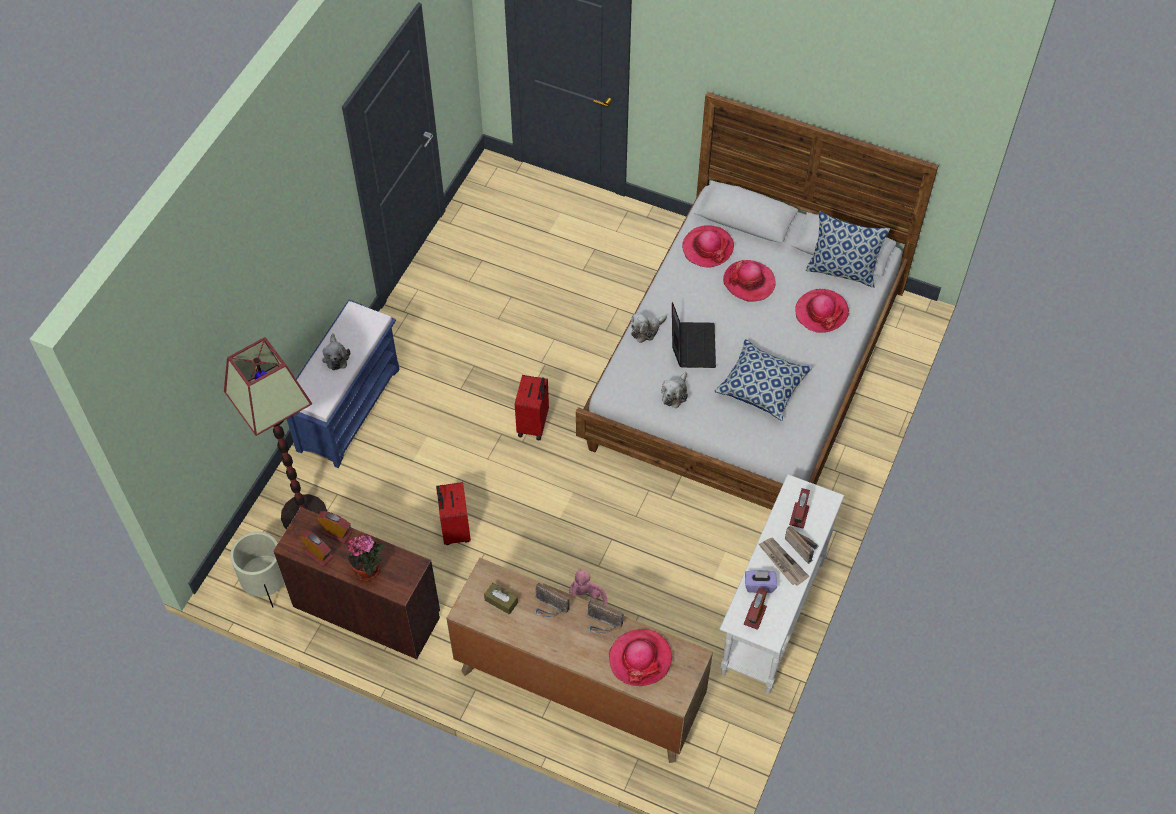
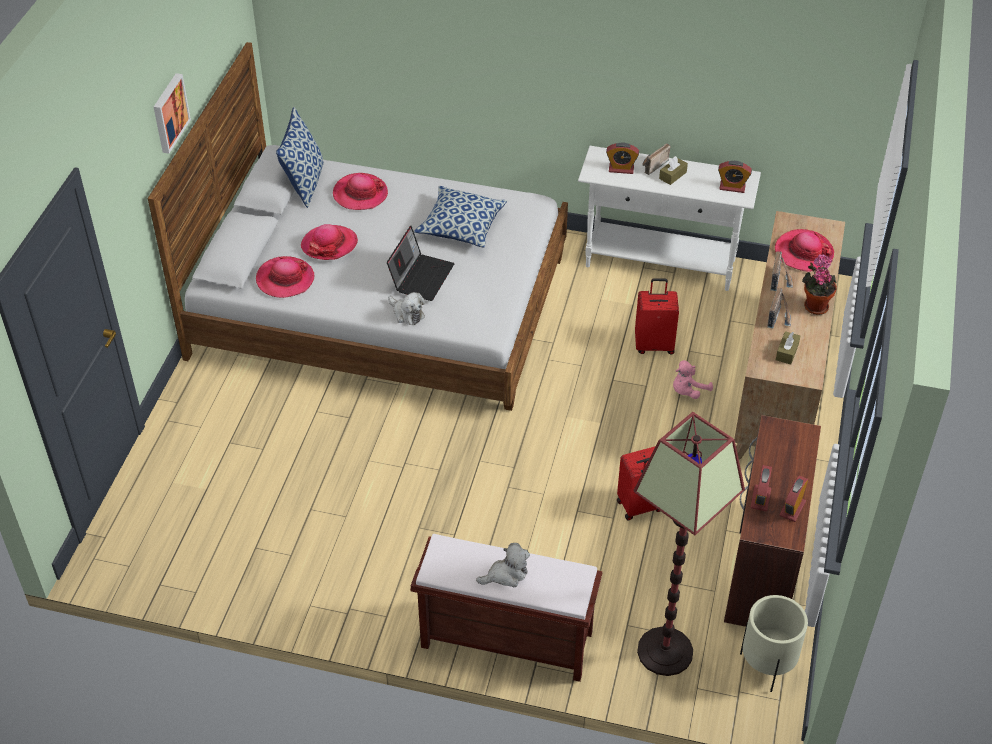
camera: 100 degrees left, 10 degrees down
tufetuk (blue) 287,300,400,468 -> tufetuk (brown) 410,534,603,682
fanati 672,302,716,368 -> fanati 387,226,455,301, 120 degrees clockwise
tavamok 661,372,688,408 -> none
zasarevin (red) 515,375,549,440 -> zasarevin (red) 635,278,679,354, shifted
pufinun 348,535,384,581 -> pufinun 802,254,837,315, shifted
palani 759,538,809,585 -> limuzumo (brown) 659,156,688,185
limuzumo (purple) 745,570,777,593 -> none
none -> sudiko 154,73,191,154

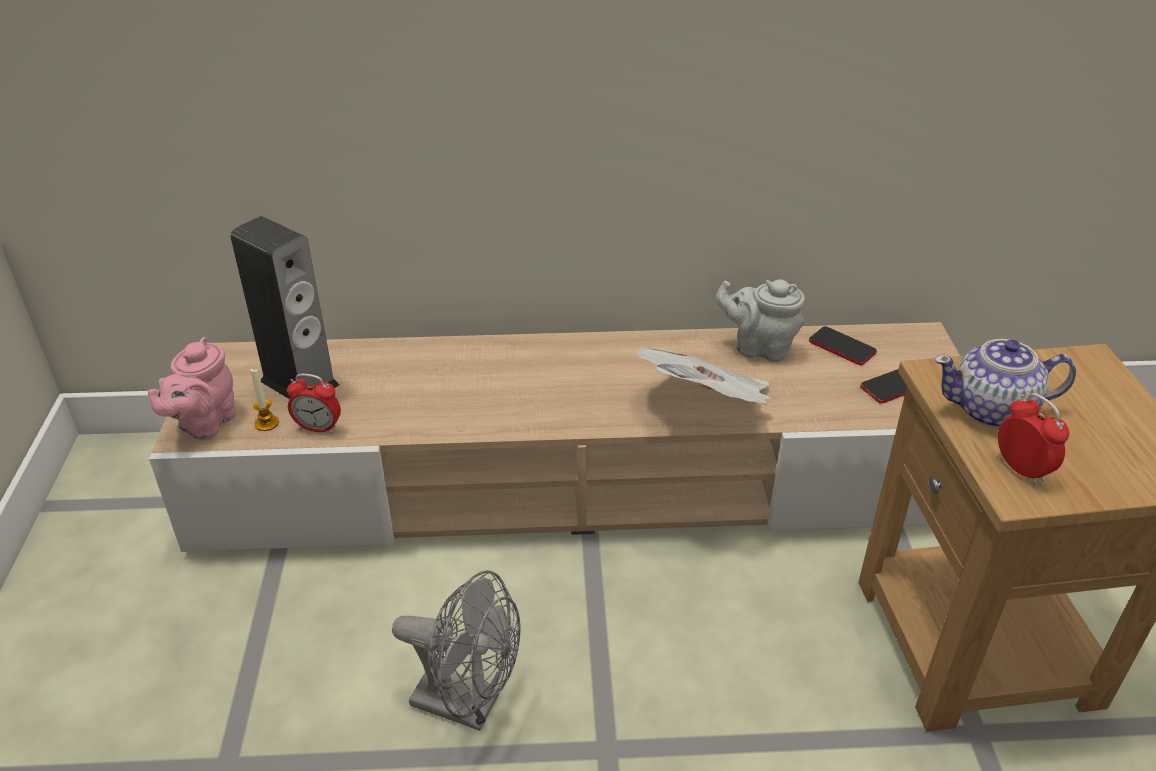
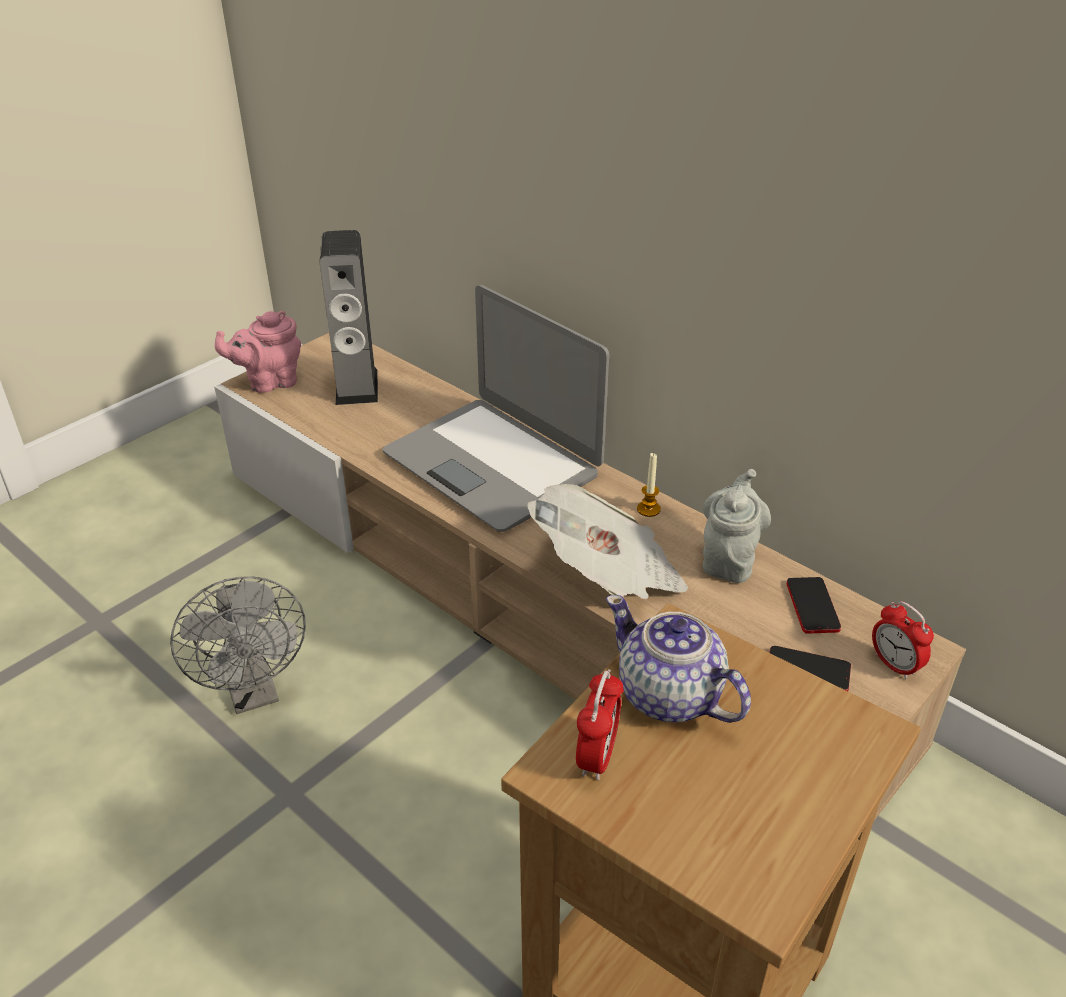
camera: 45 degrees right, 0 degrees up
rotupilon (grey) 716,280,805,362 -> rotupilon (grey) 703,469,771,583, 45 degrees clockwise
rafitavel 250,368,279,431 -> rafitavel 637,453,661,517, shifted
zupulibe 287,373,341,433 -> zupulibe 872,601,934,679, shifted
none -> fanati 383,285,609,532

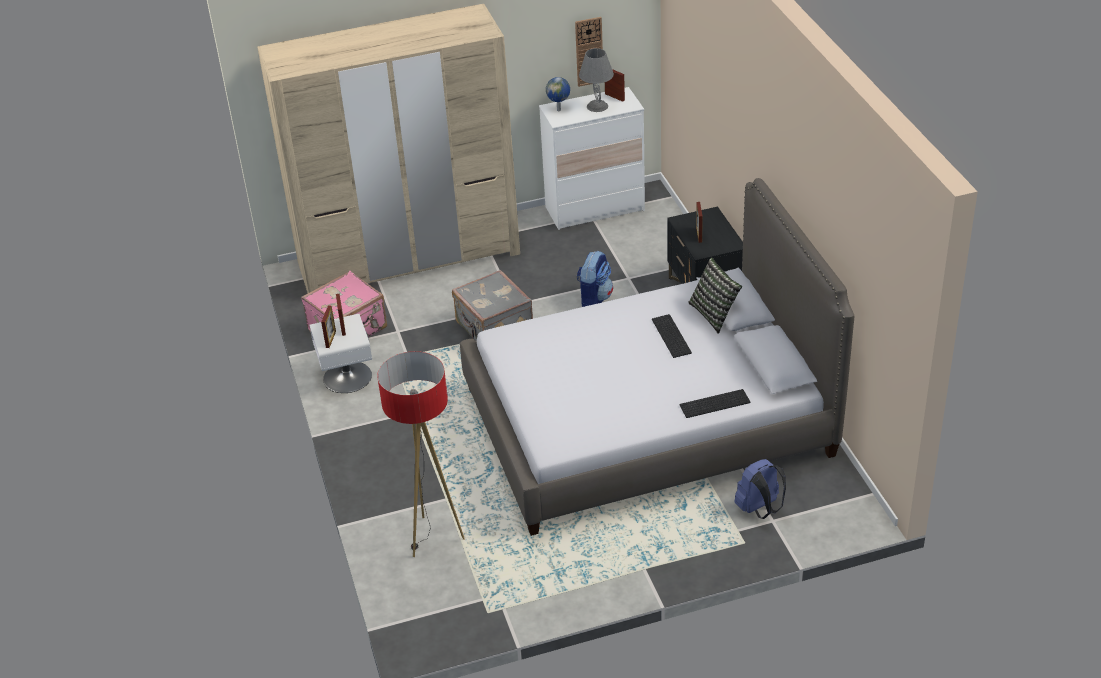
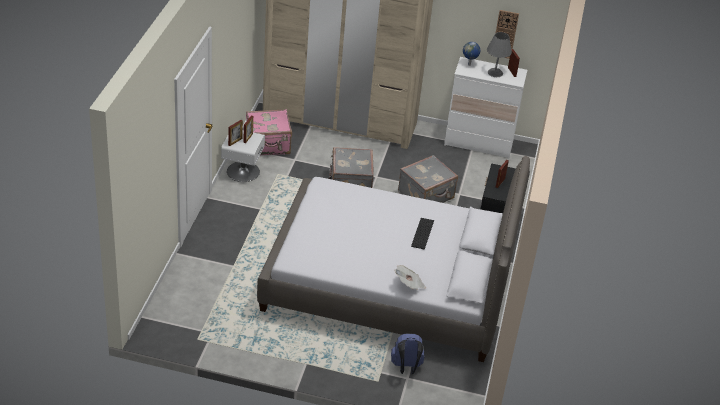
camera: 25 degrees right, 0 degrees up
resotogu 577,251,613,307 -> zasarevin (grey) 398,155,458,203
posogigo 688,258,742,334 -> none
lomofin 377,351,465,557 -> none
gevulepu 680,389,750,418 -> palani 394,265,426,290

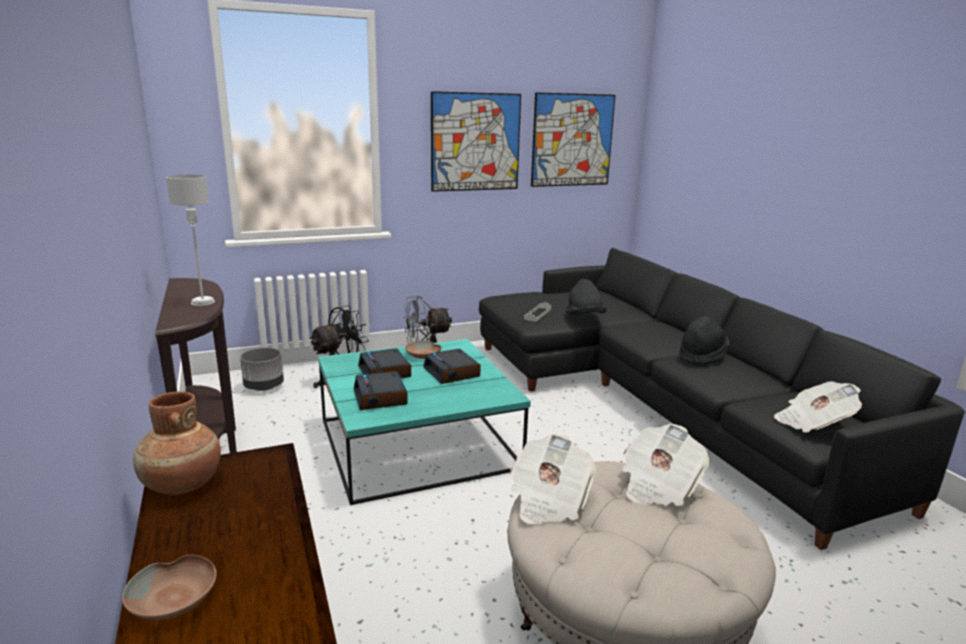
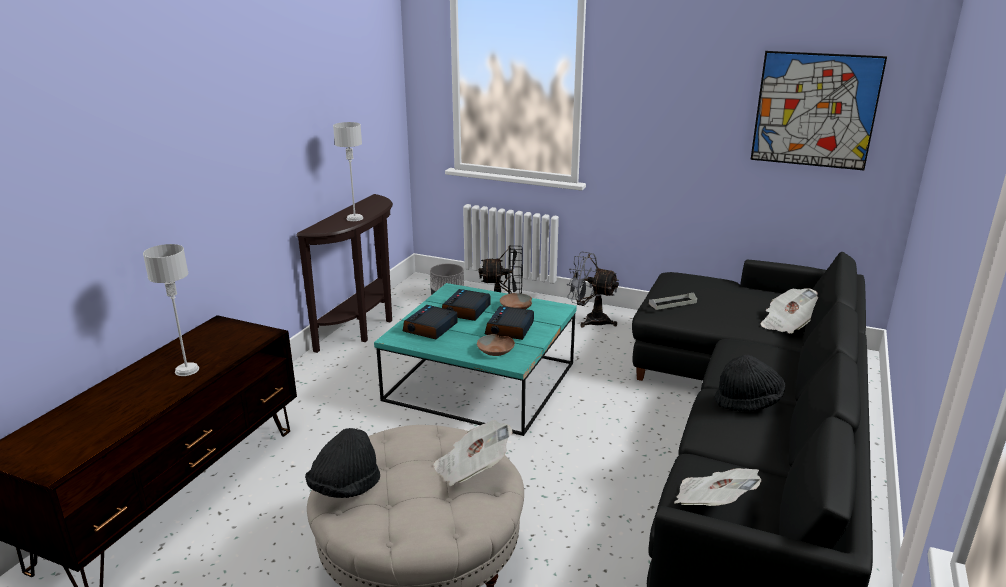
camera: 45 degrees right, 5 degrees up
sudiko 431,91,521,192 -> none
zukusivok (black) 566,279,607,315 -> zukusivok (black) 305,428,380,498, shifted
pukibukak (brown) 133,391,221,495 -> none
palani 510,434,597,524 -> palani 761,288,818,333, shifted
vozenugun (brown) 122,555,217,620 -> vozenugun (brown) 477,334,515,356, shifted
none -> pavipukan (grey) 143,244,199,376

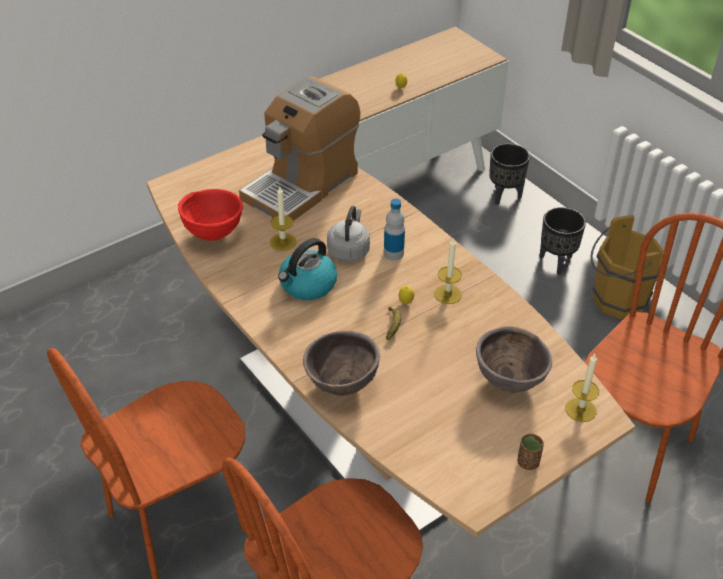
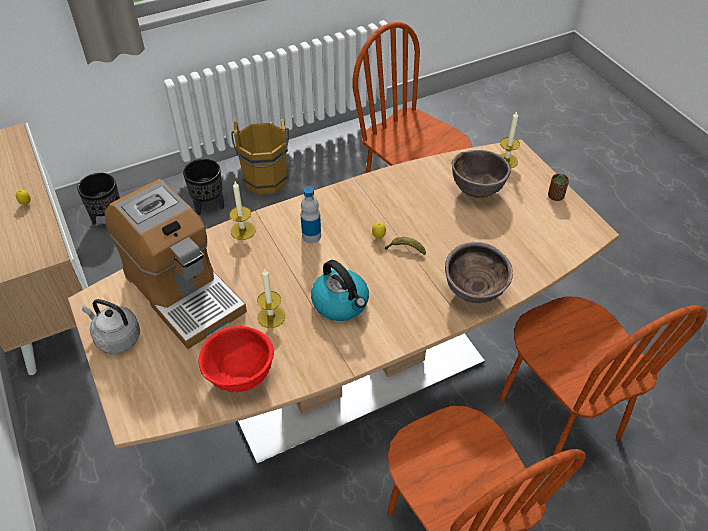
camera: 80 degrees left, 5 degrees up
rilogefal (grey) 327,206,370,262 -> rilogefal (grey) 82,299,140,354, shifted
rafitavel 434,239,462,304 -> rafitavel 229,182,256,240, shifted

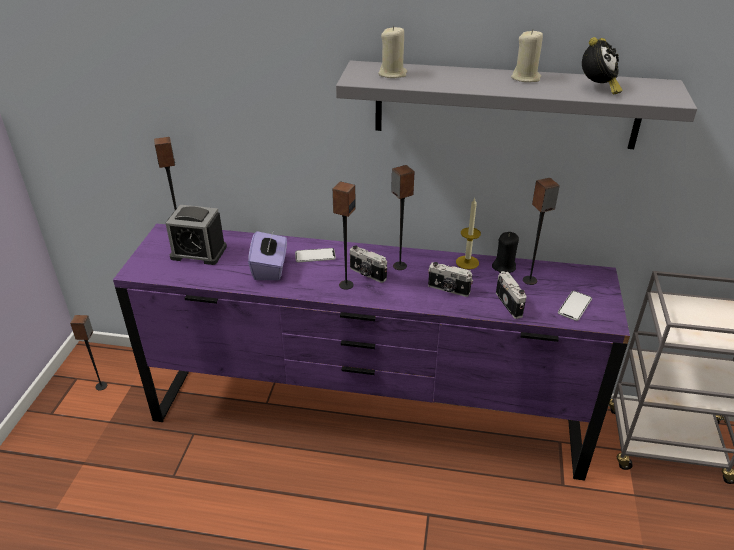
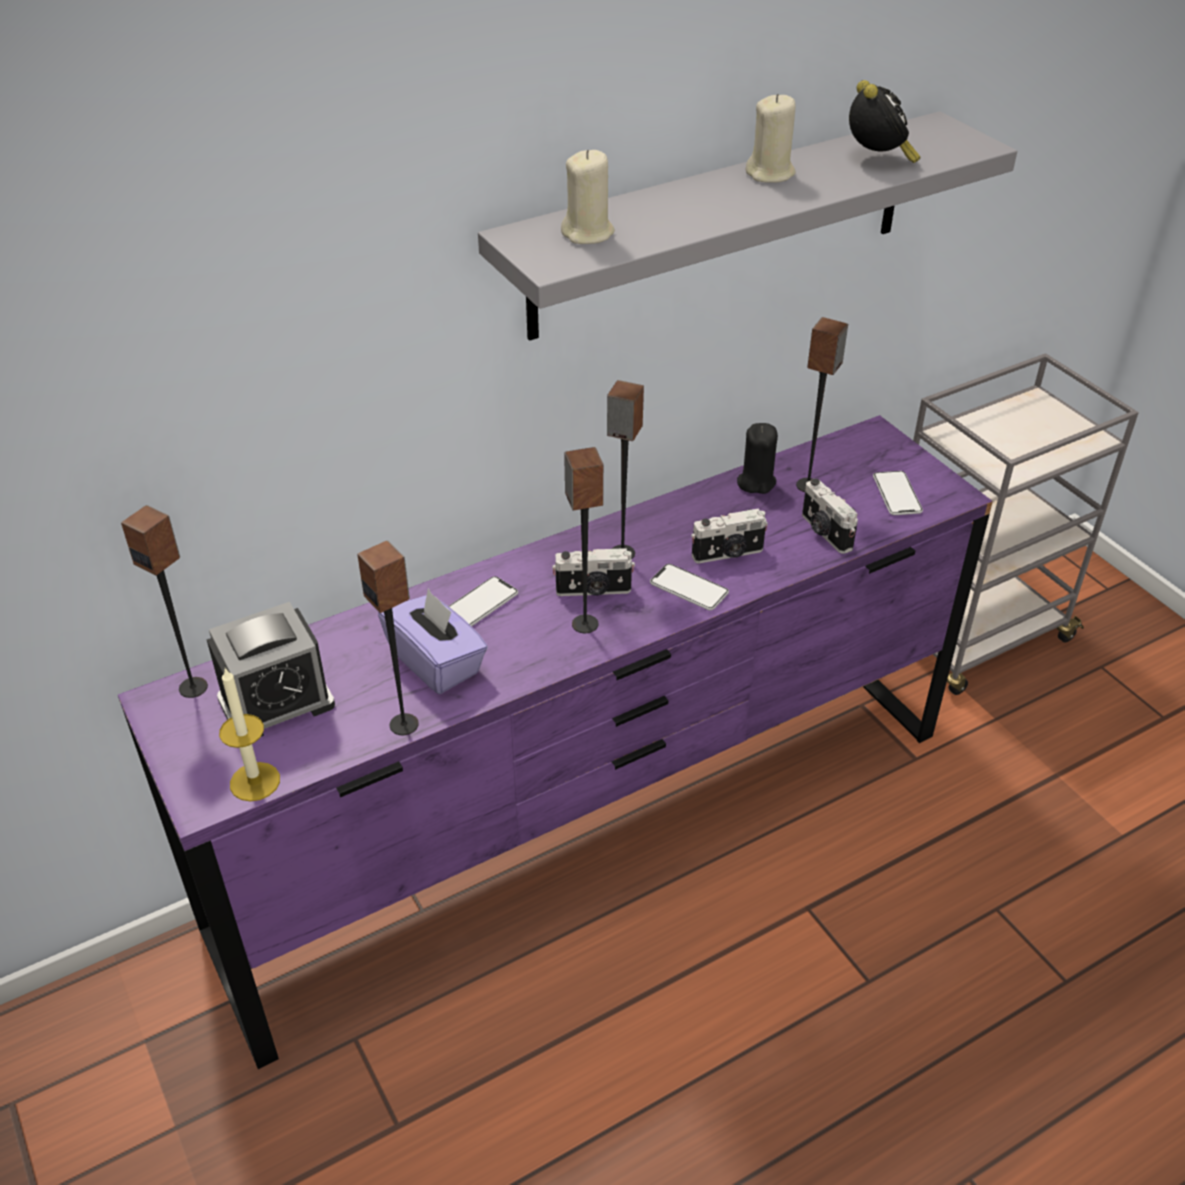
camera: 40 degrees left, 5 degrees up
rafitavel 456,197,481,269 -> rafitavel 219,668,280,802, shifted
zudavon 496,271,527,319 -> zudavon 802,479,858,554, 150 degrees counterclockwise
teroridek 70,315,107,390 -> teroridek 357,541,419,735, shifted
none -> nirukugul 650,564,729,610

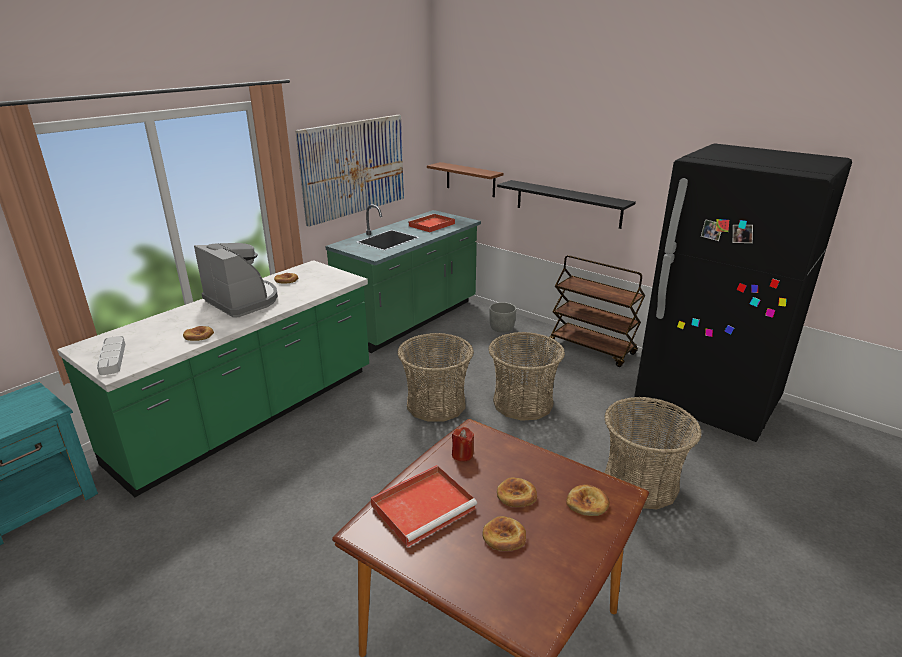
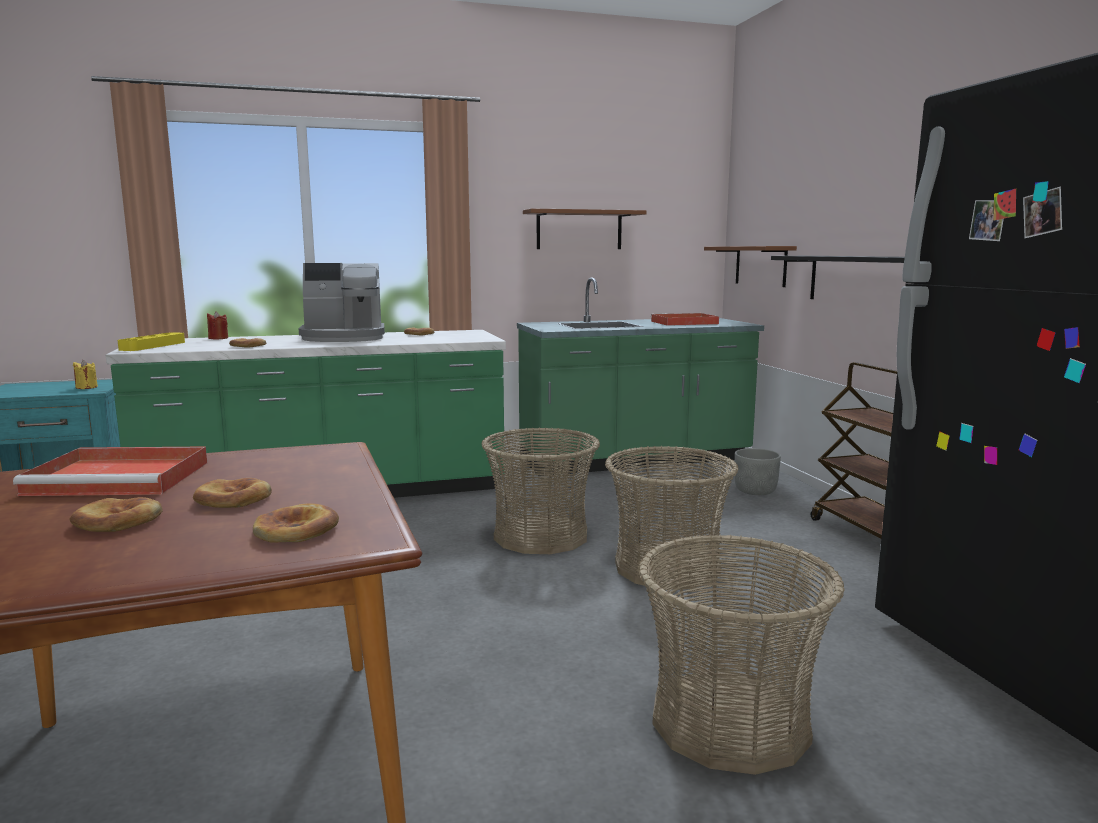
camera: 35 degrees right, 15 degrees down
sudiko 295,115,404,227 -> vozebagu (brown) 523,209,647,249
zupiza 194,243,278,317 -> zupiza 299,263,385,342, 90 degrees clockwise
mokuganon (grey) 97,336,125,375 -> mokuganon (yellow) 117,332,185,351
rafitavel (red) 452,427,474,461 -> rafitavel (red) 207,311,228,339, shifted
none -> rafitavel (yellow) 73,360,98,389

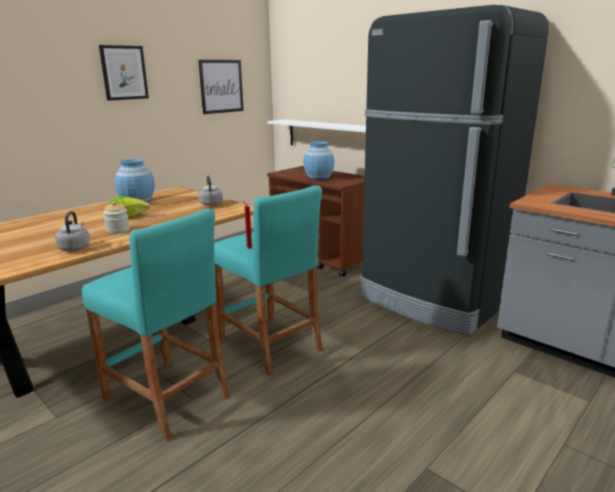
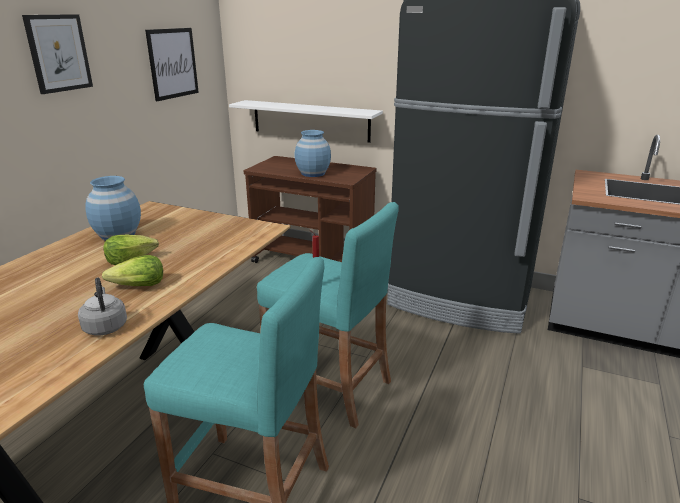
camera: 20 degrees left, 5 degrees up
rilogefal (grey) 199,175,223,206 -> none
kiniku 103,201,130,234 -> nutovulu 102,255,163,286

